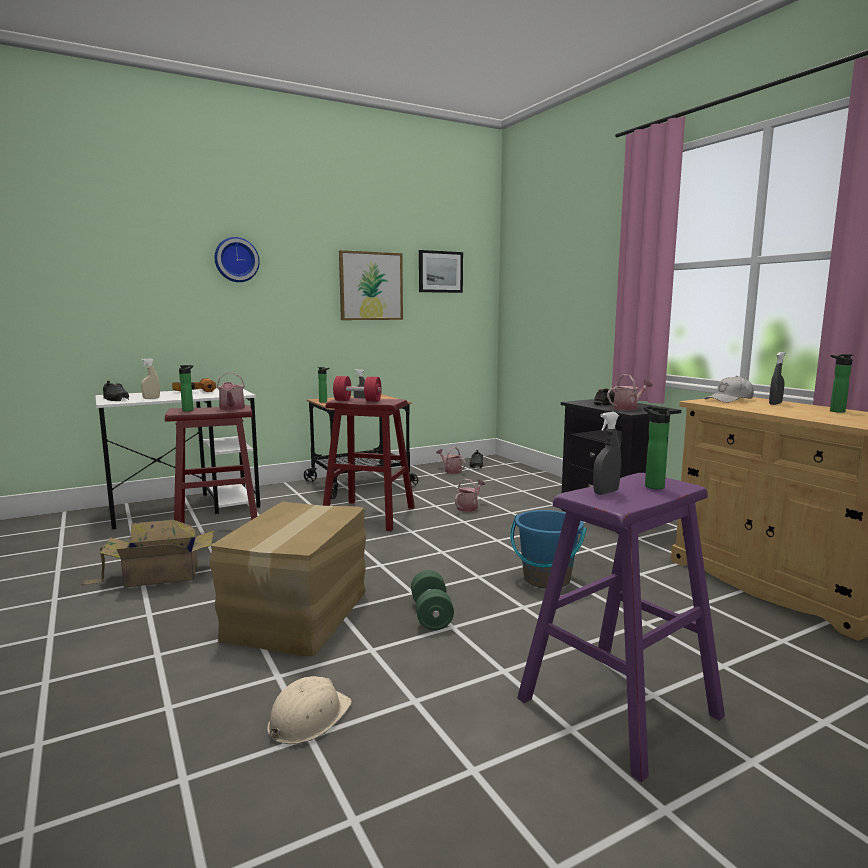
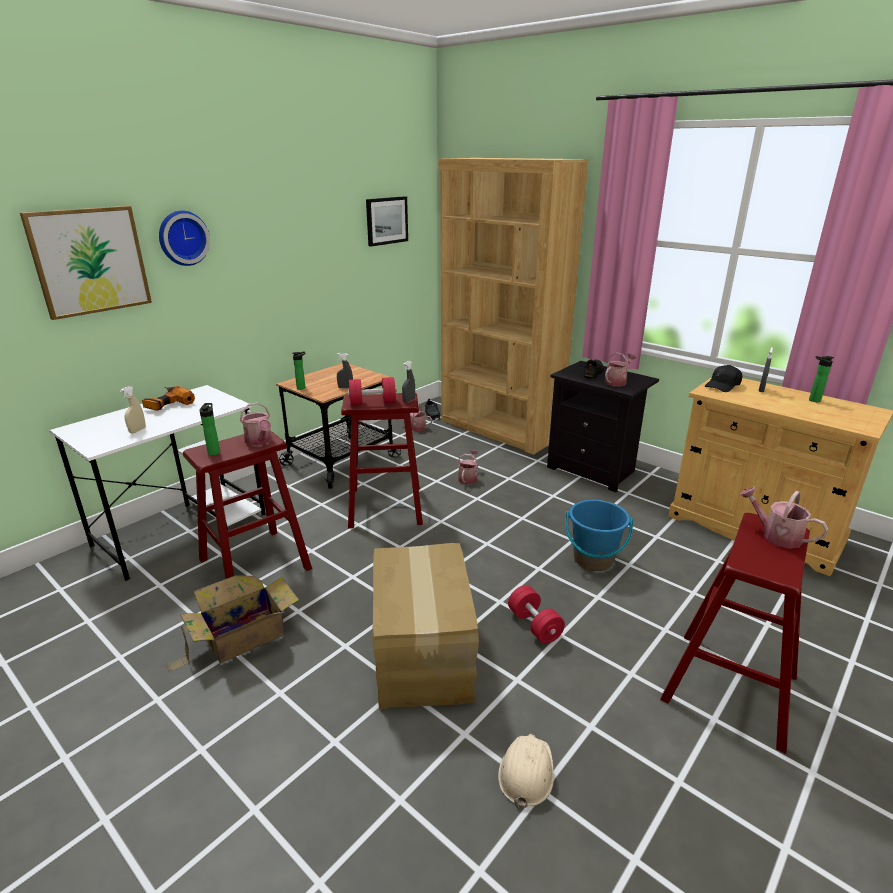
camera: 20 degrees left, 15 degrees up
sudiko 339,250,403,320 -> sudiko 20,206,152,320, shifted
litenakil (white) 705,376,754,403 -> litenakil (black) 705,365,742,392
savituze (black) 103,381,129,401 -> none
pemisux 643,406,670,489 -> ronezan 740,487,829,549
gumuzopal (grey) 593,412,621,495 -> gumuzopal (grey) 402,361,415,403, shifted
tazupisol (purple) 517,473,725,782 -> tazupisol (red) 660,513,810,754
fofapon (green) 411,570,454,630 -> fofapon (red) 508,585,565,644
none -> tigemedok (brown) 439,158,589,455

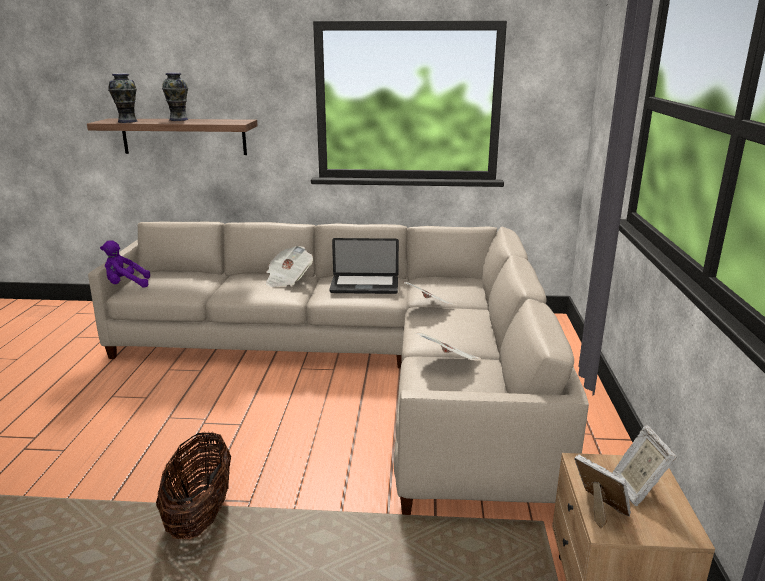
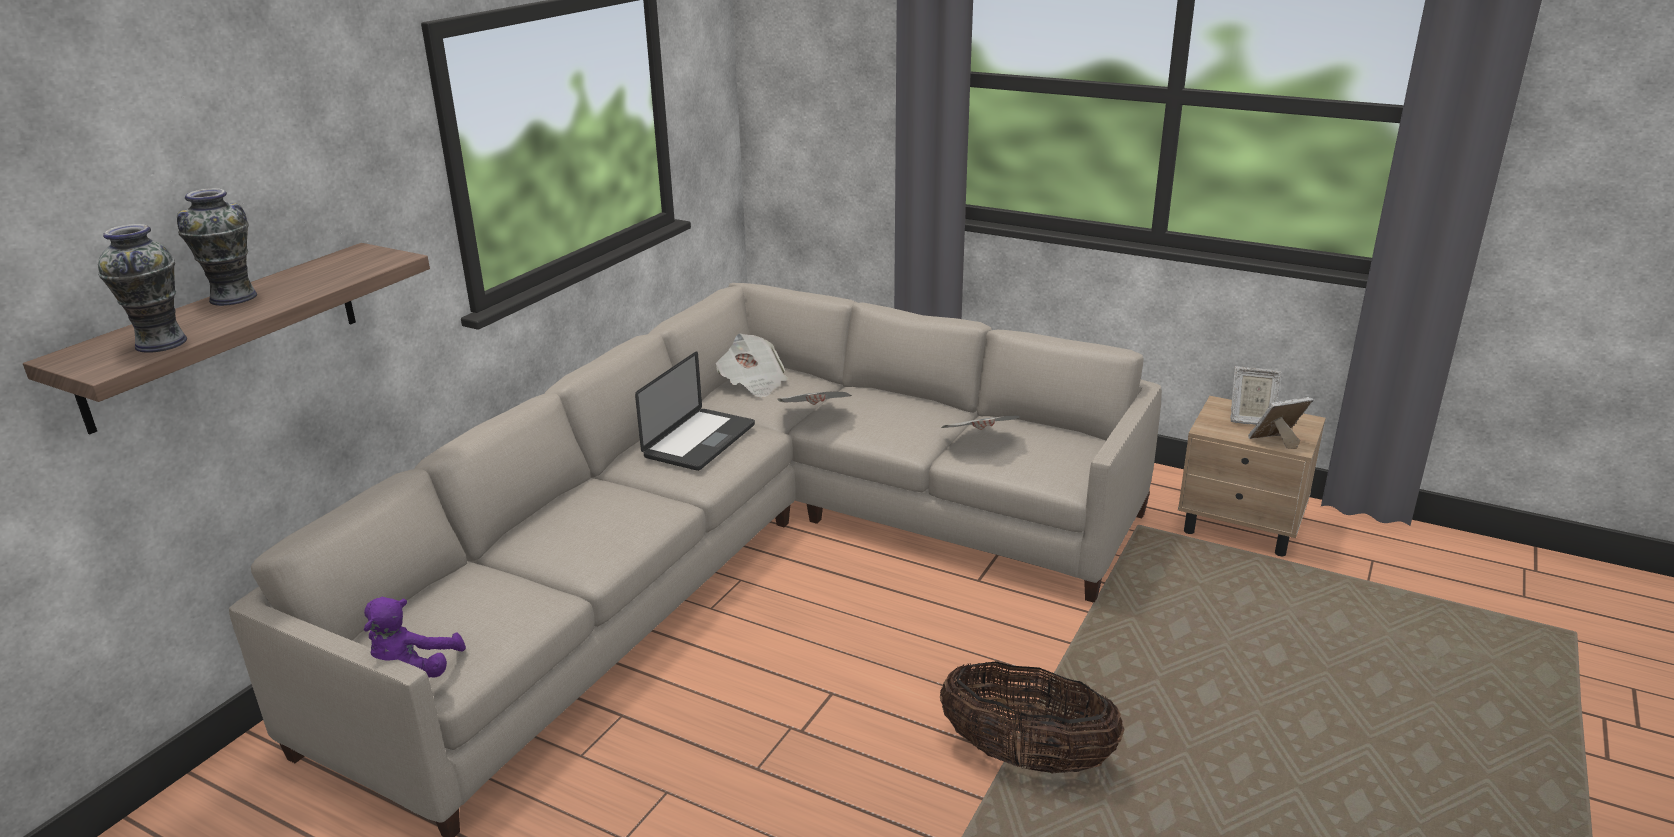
camera: 65 degrees left, 5 degrees up
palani 265,246,313,287 -> palani 716,333,788,398, shifted

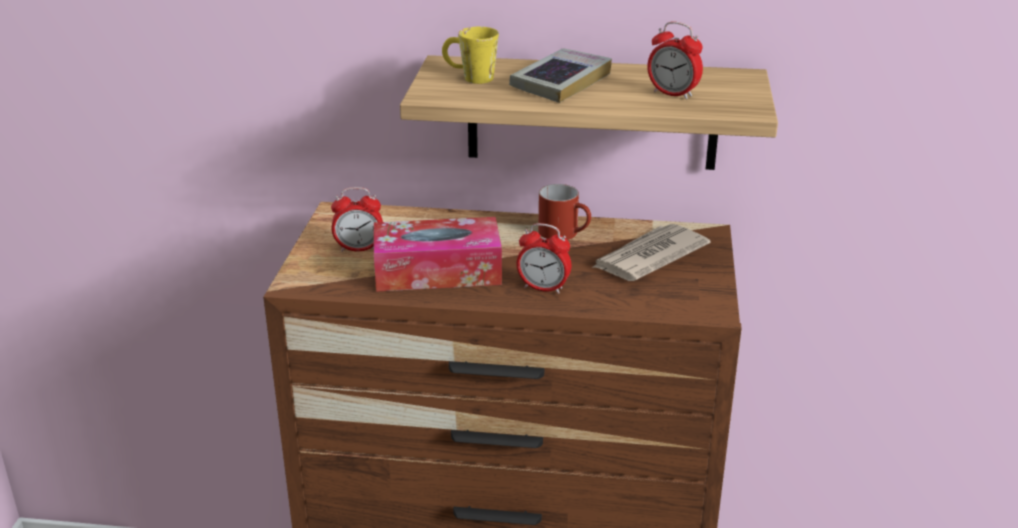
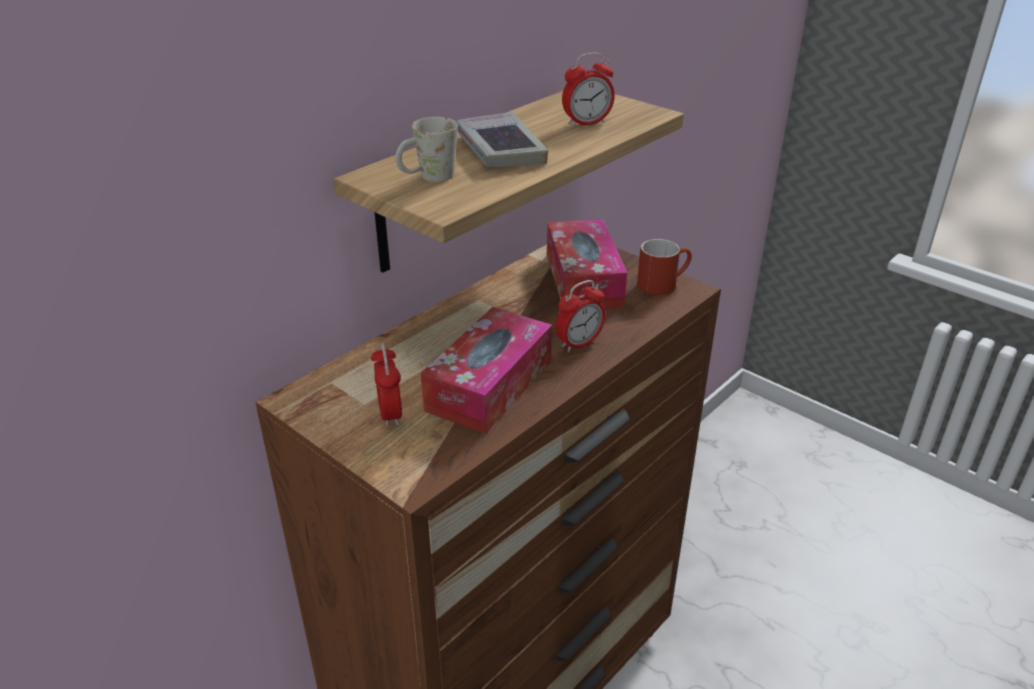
camera: 55 degrees left, 5 degrees up
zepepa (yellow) 442,27,499,84 -> zepepa (white) 395,117,458,182
zepepa (red) 538,184,591,240 -> zepepa (red) 637,239,692,296, shifted
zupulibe 331,187,383,252 -> zupulibe 371,343,402,427, 45 degrees counterclockwise
palani 591,224,710,281 -> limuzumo 547,219,627,309

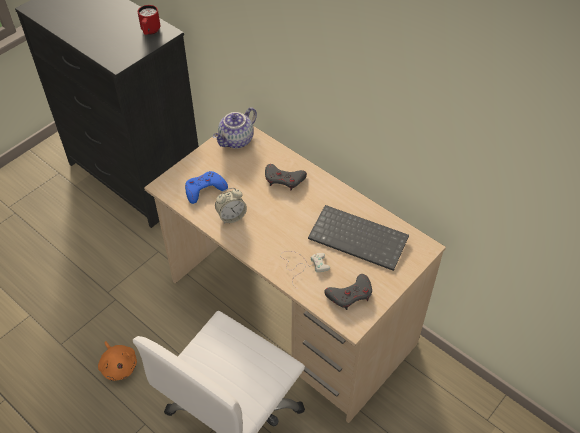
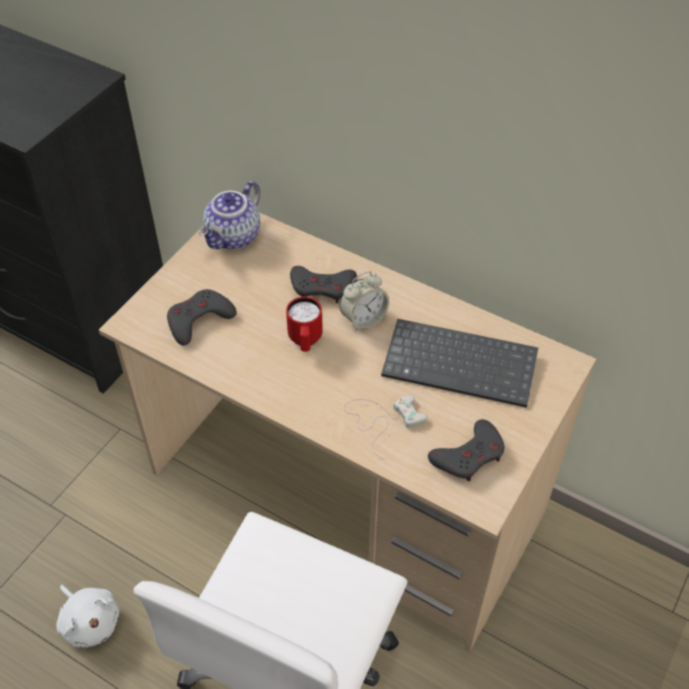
camera: 10 degrees left, 0 degrees up
zepepa (red) 138,5,160,35 -> zepepa (red) 286,297,323,352, shifted
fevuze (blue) 185,171,228,204 -> fevuze (grey) 167,289,237,345
zupulibe 215,188,247,224 -> zupulibe 339,271,389,331, shifted
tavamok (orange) 98,341,137,381 -> tavamok (white) 56,585,119,648

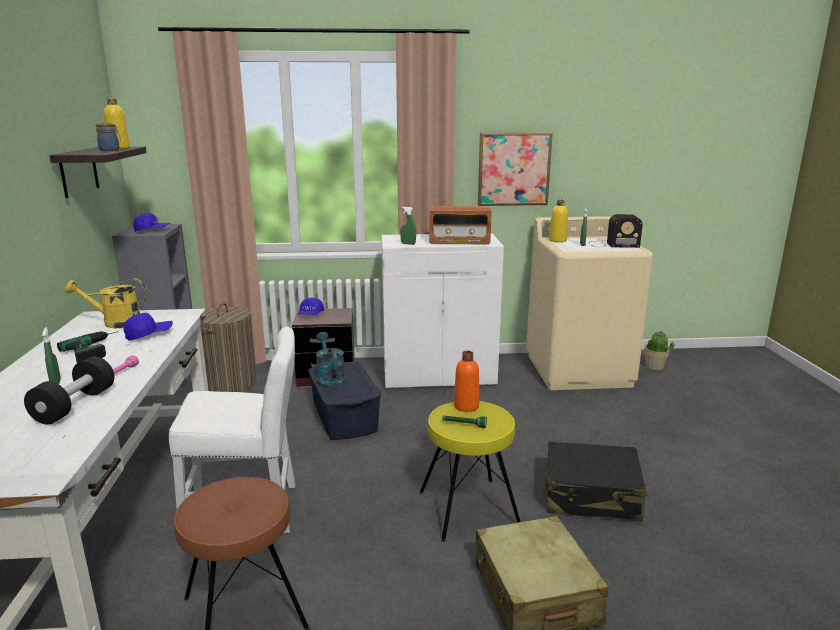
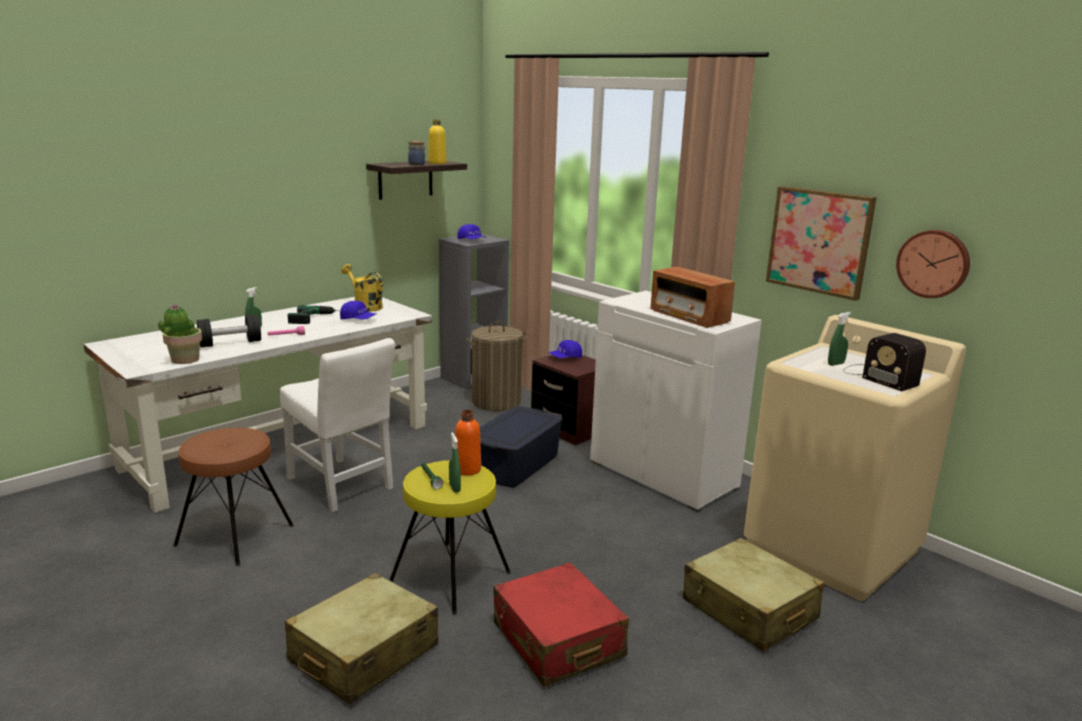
camera: 50 degrees right, 0 degrees up
pemisux (yellow) 549,200,568,242 -> none
gumuzopal (green) 400,207,416,245 -> gumuzopal (green) 449,433,461,493, shifted
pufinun 644,330,674,370 -> pufinun 158,304,202,364, shifted
ronezan (turquoise) 316,332,345,388 -> none
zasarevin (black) 545,441,648,522 -> zasarevin (red) 493,562,629,687
none -> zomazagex 896,230,970,298
none -> zasarevin (beige) 683,538,824,651

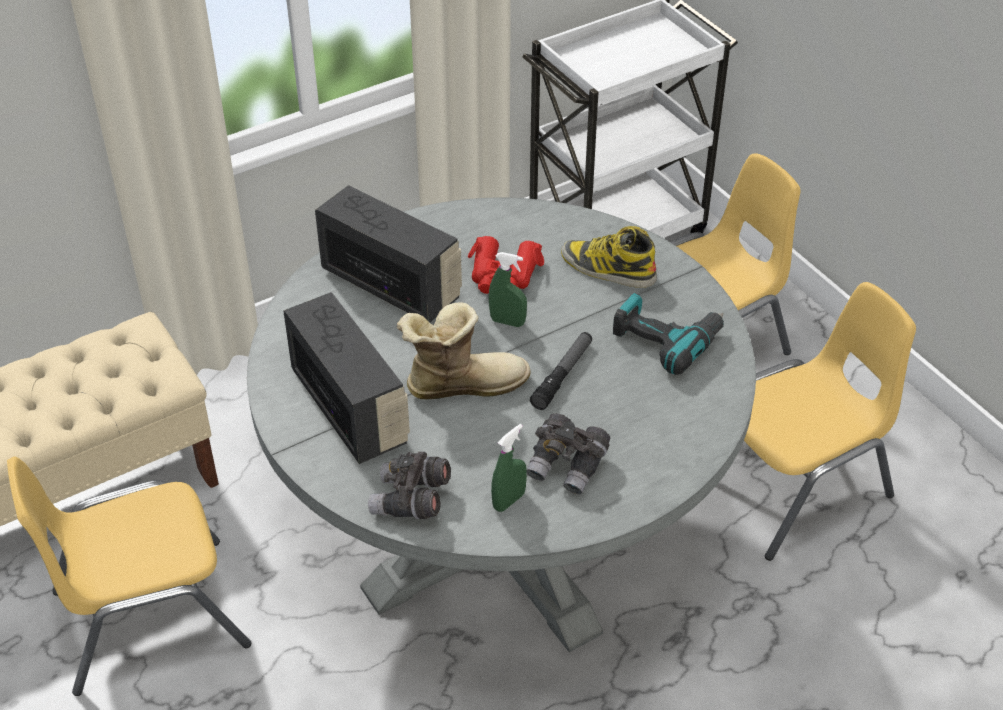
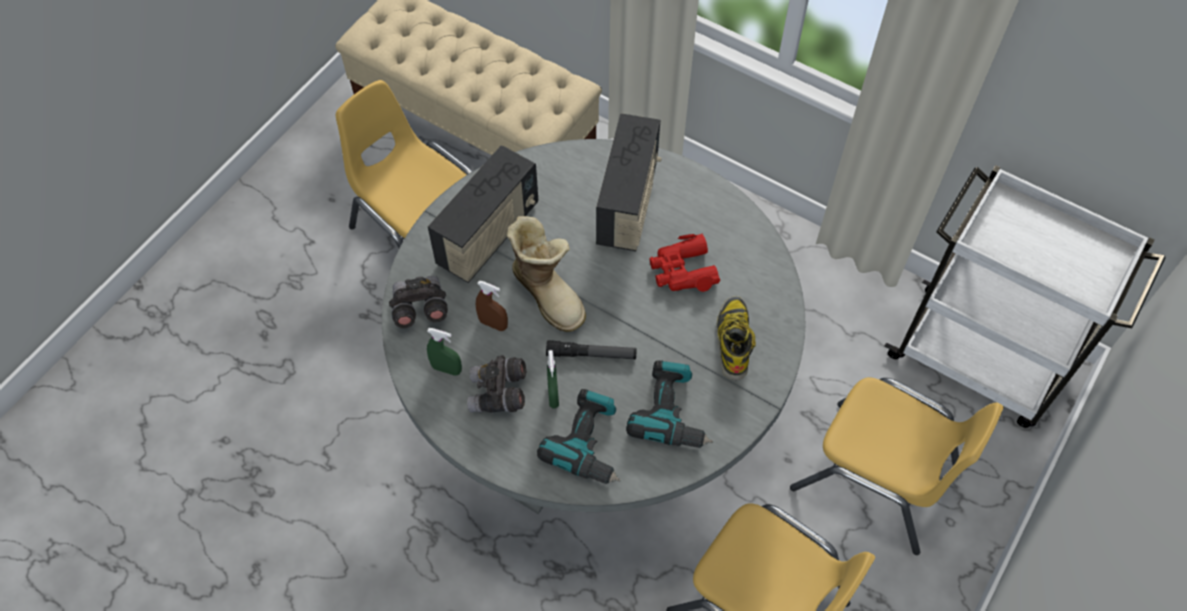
camera: 65 degrees right, 15 degrees up
gumuzopal (green) 489,252,527,327 -> gumuzopal (green) 547,350,559,408, shifted
none -> gumuzopal (brown) 476,280,508,331
none -> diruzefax 537,389,621,484

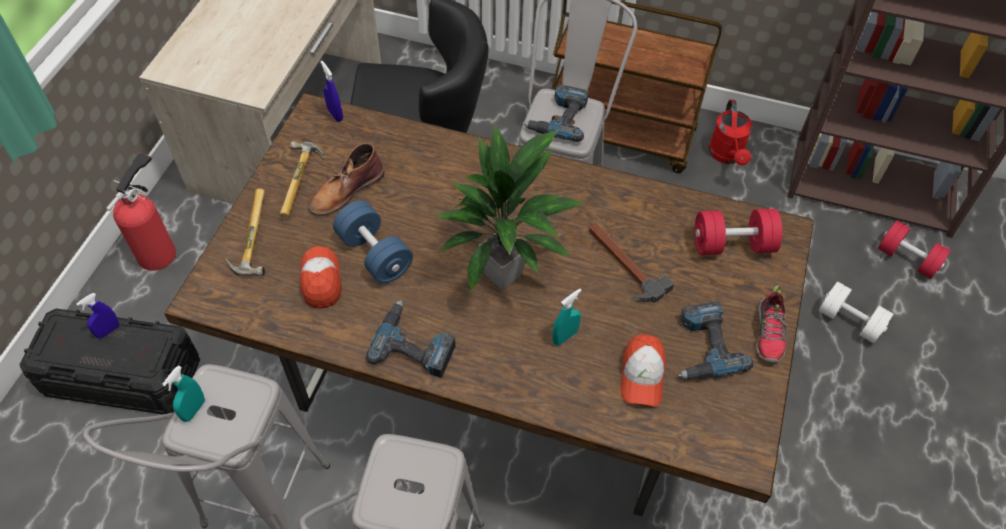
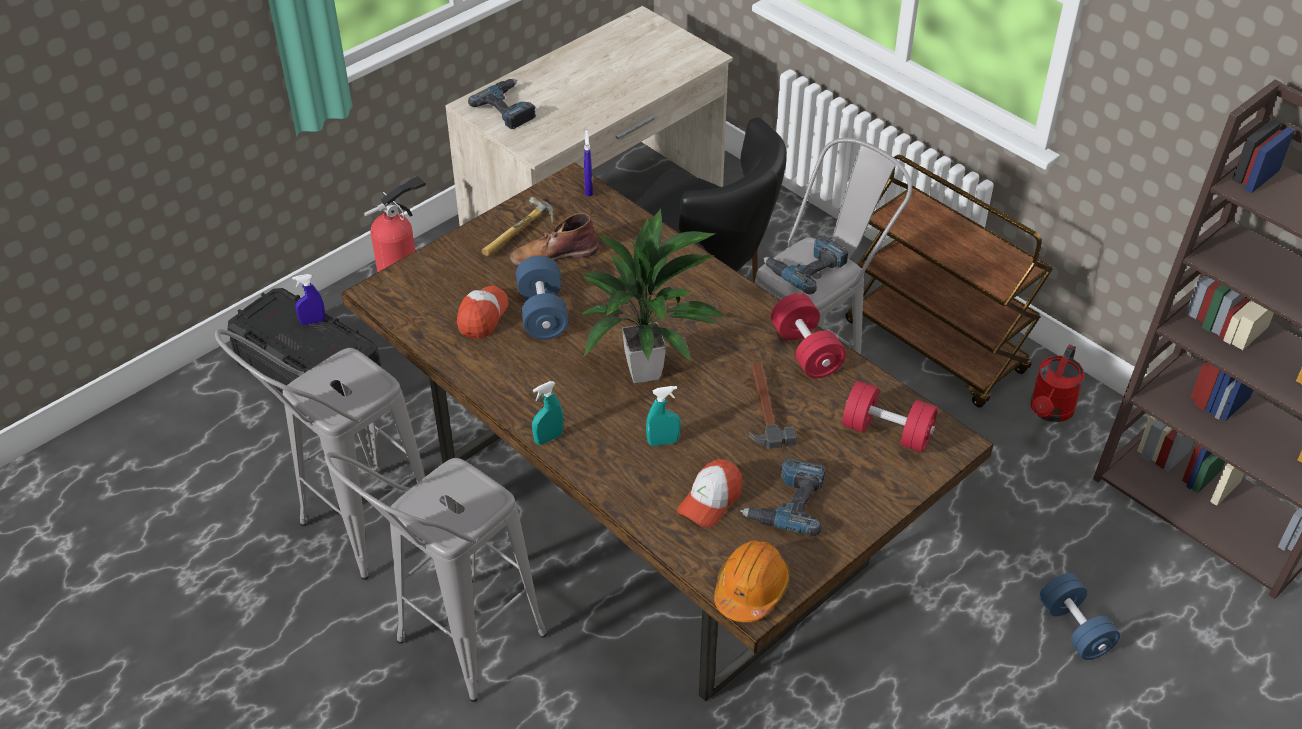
camera: 30 degrees right, 10 degrees down
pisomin 225,188,265,277 -> none
fofapon (red) 878,221,951,279 -> fofapon (red) 771,293,846,379, shifted
fofapon (white) 819,282,893,344 -> fofapon (blue) 1039,573,1120,660
savituze 756,286,788,363 -> none
diruzefax 366,300,456,378 -> diruzefax 468,79,536,129, shifted
gumuzopal (turquoise) 162,366,205,422 -> gumuzopal (turquoise) 532,381,563,445, shifted
none -> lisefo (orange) 714,541,790,622

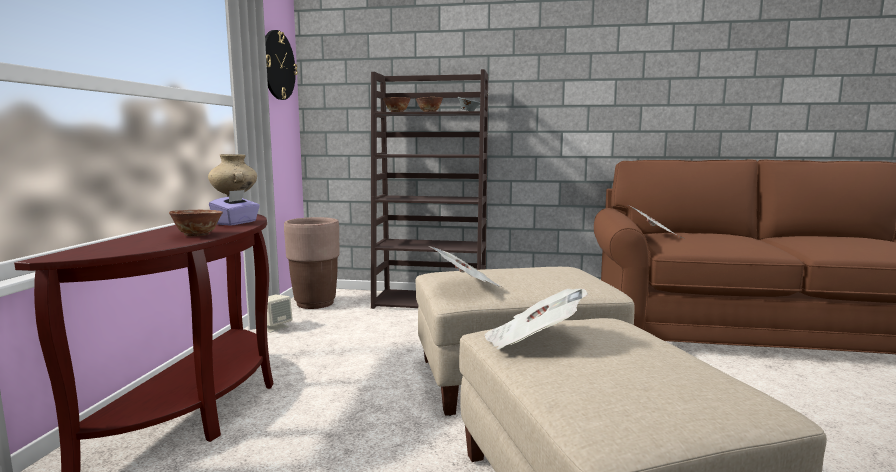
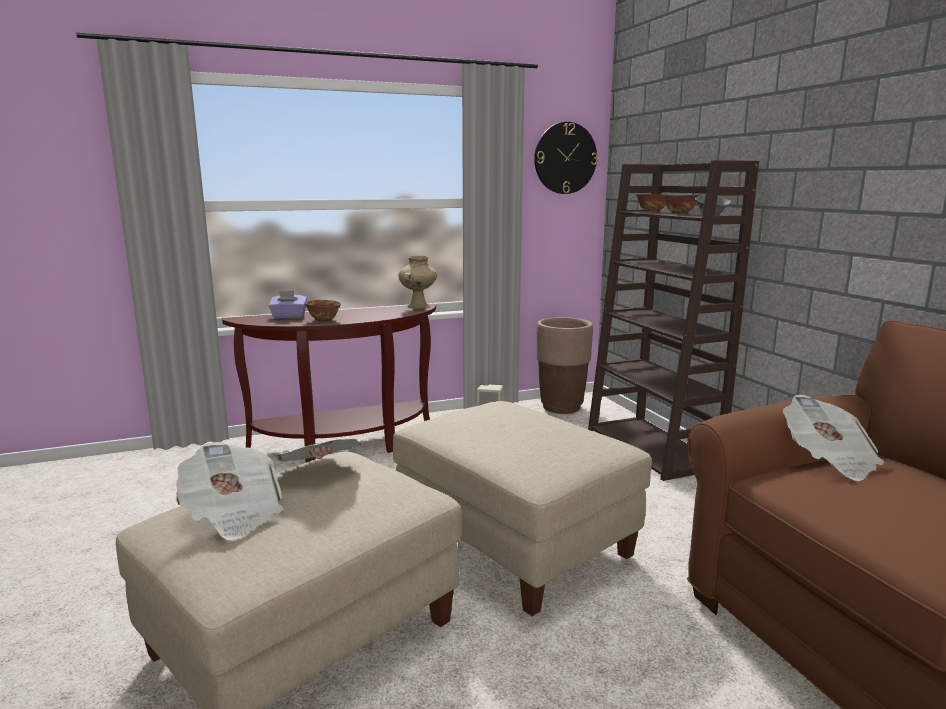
camera: 60 degrees right, 5 degrees up
limuzumo (purple) 209,190,260,226 -> limuzumo (purple) 269,291,307,318, shifted
palani 429,246,502,287 -> palani 176,442,283,541, shifted

